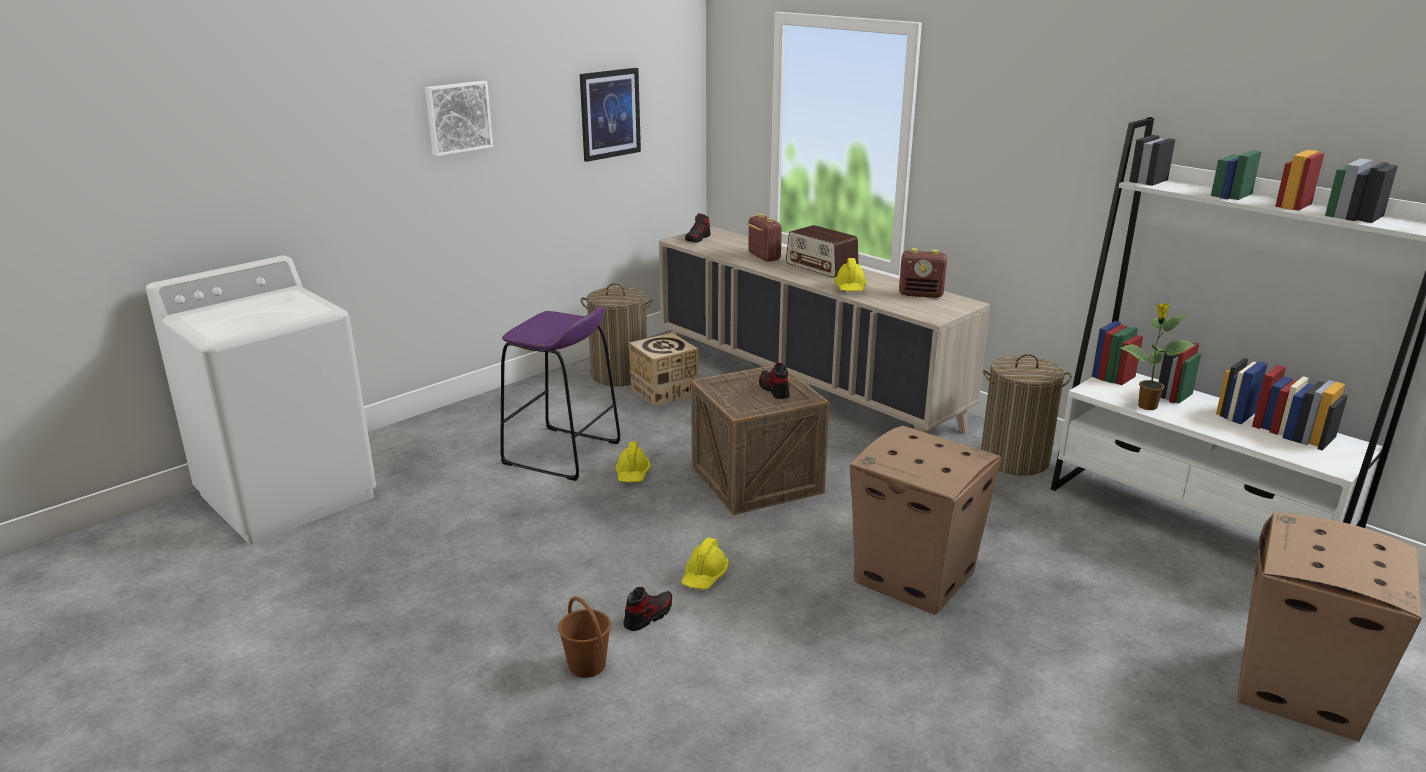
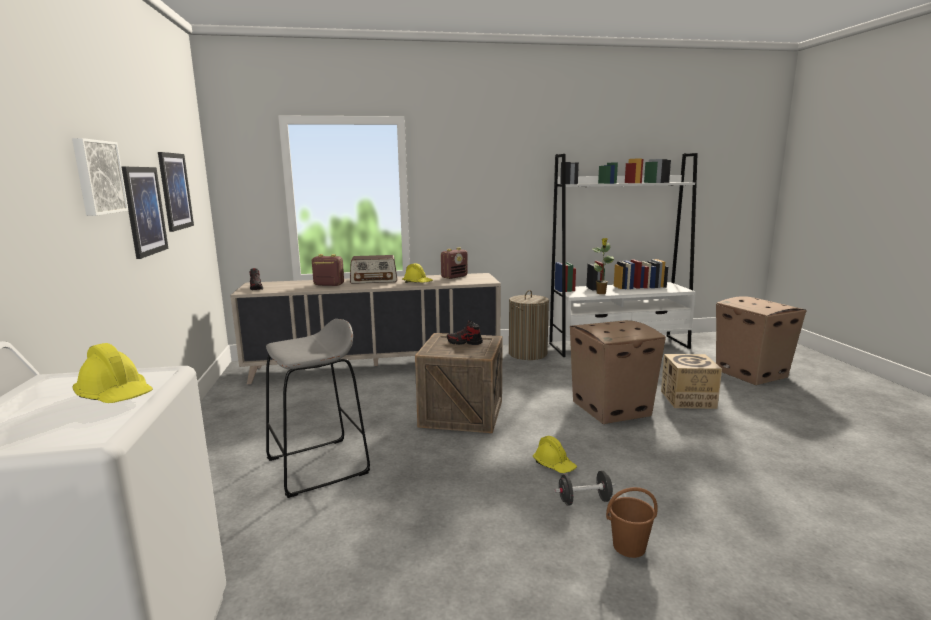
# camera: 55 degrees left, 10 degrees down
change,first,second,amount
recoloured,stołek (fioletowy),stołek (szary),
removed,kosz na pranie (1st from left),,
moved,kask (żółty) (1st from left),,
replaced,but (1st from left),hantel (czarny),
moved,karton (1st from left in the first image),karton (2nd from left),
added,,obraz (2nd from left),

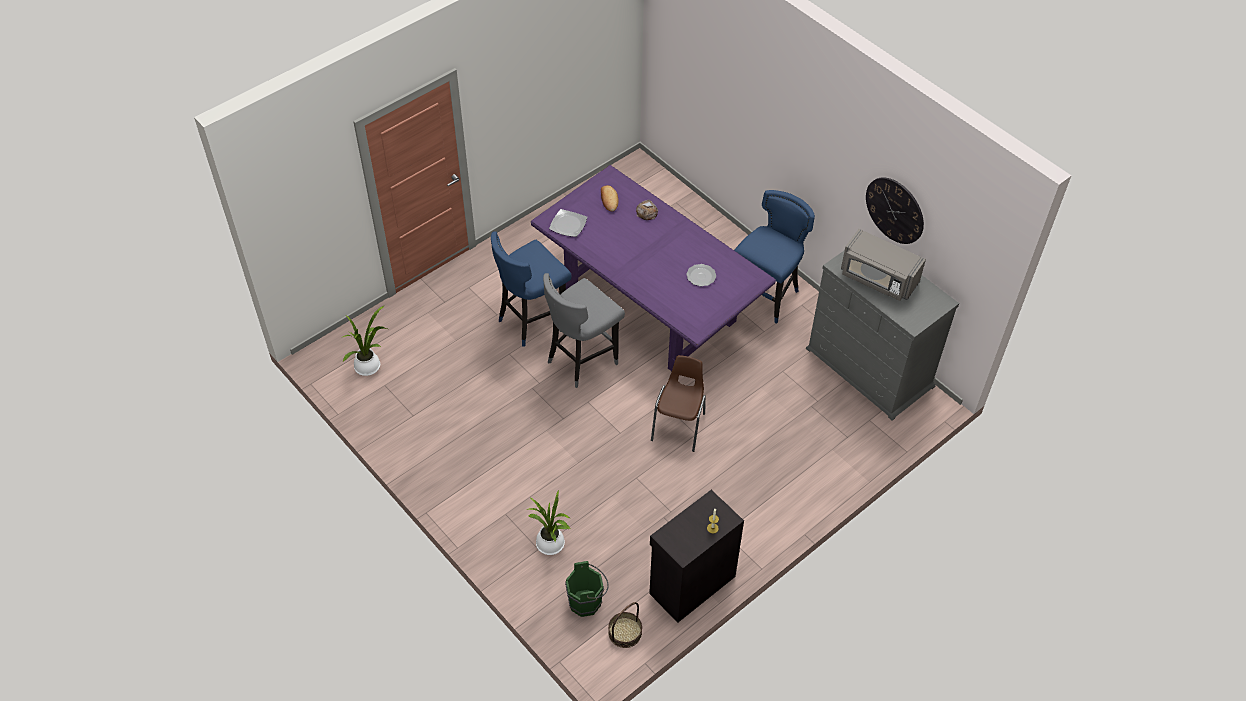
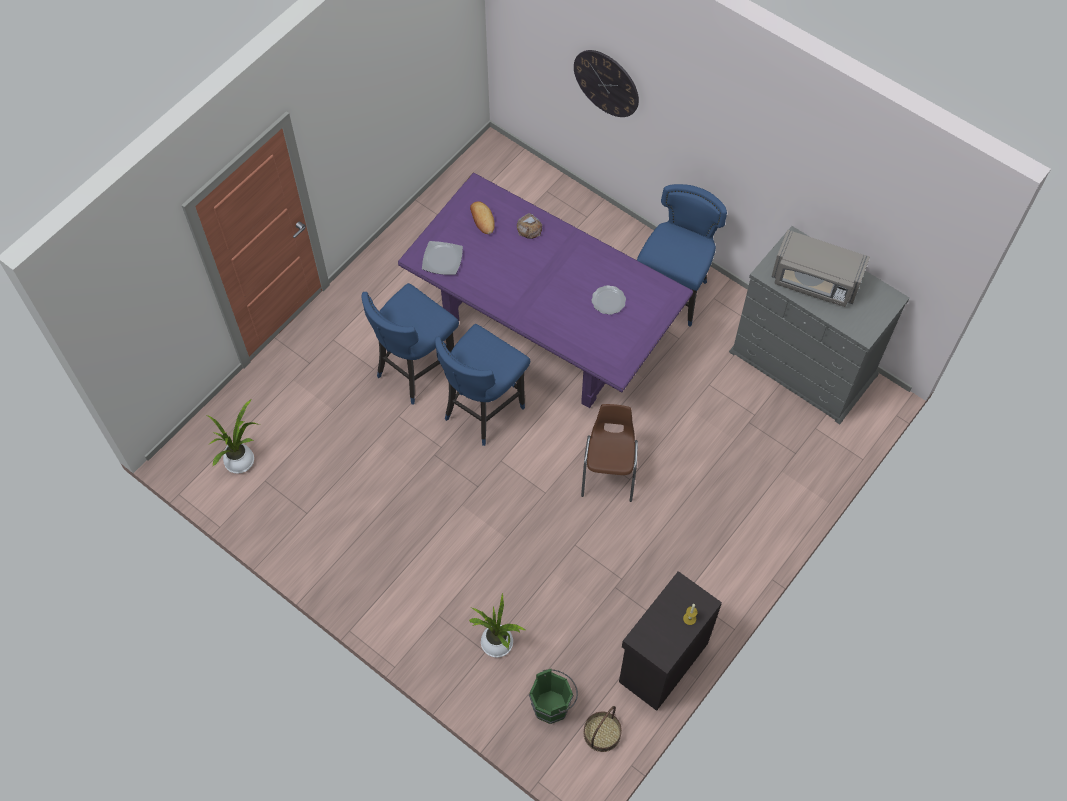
# camera: 10 degrees left, 10 degrees up
change,first,second,amount
recoloured,stołek (szary),stołek (niebieski) (2nd from left),
moved,zegar ścienny,,

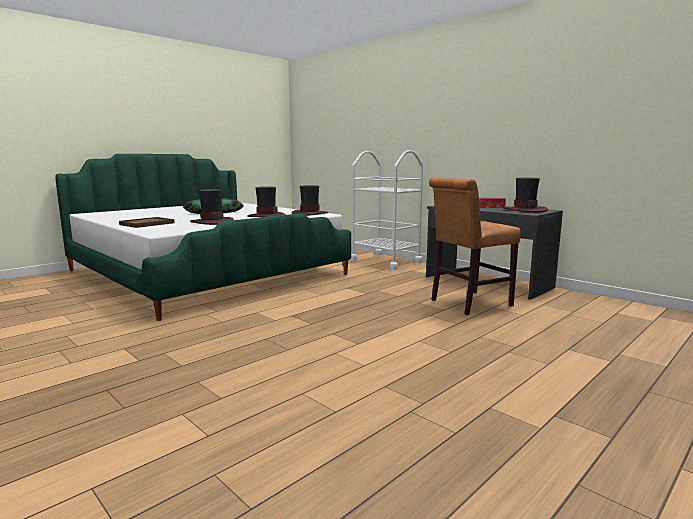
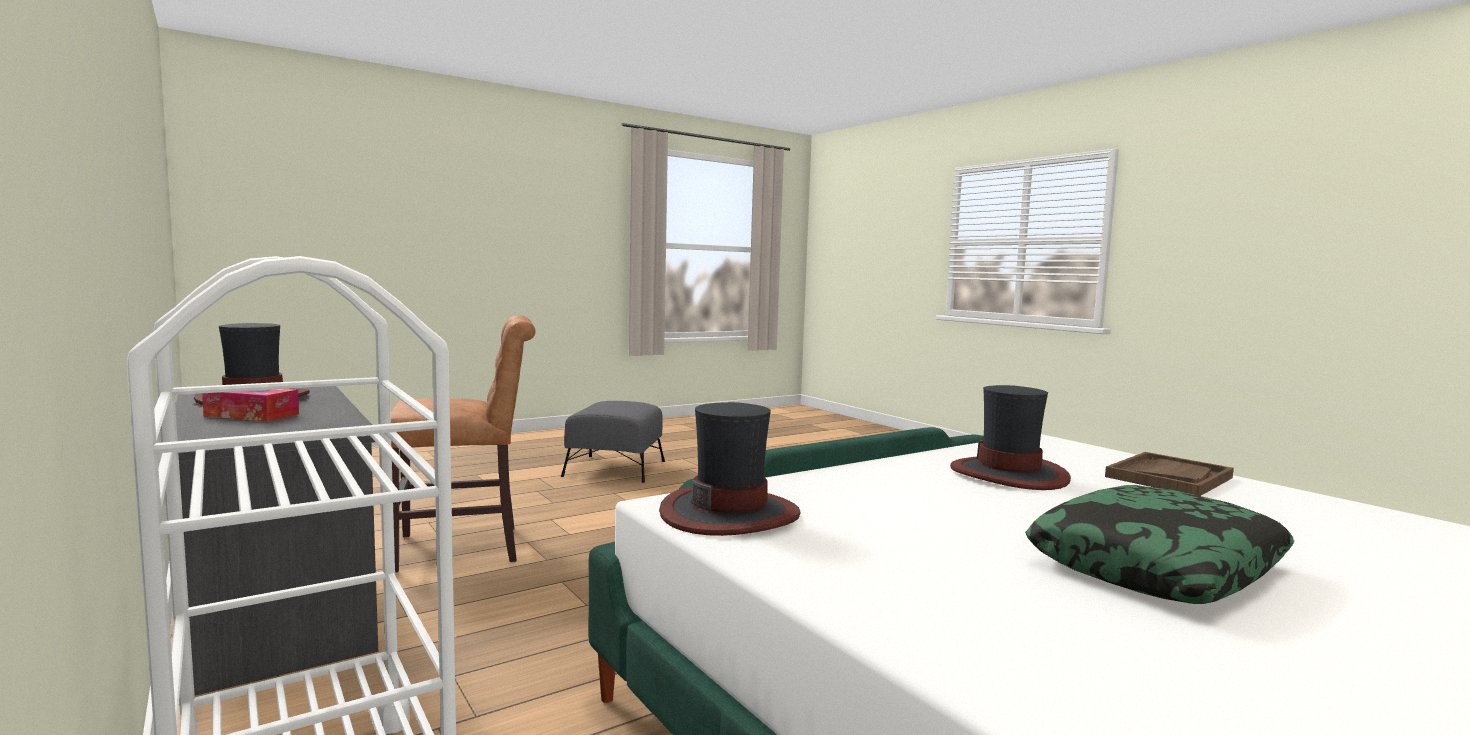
# camera: 170 degrees left, 5 degrees down
change,first,second,amount
removed,kapelusz (2nd from left),,
added,,pufa (szary),

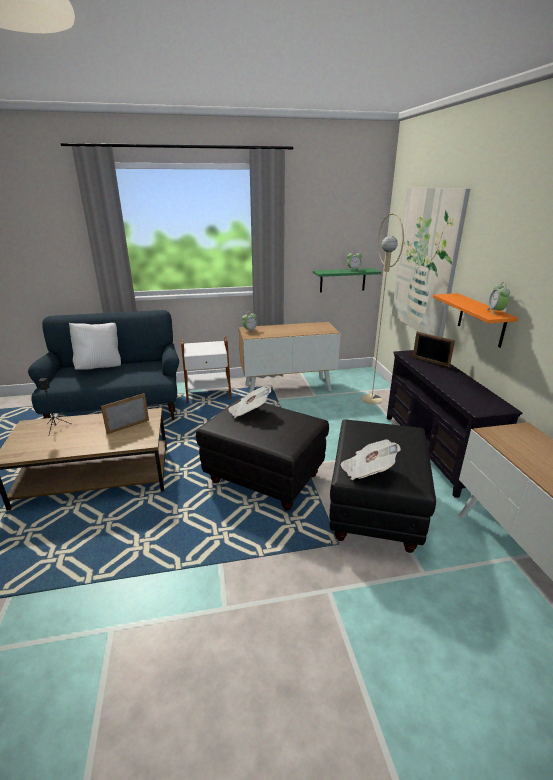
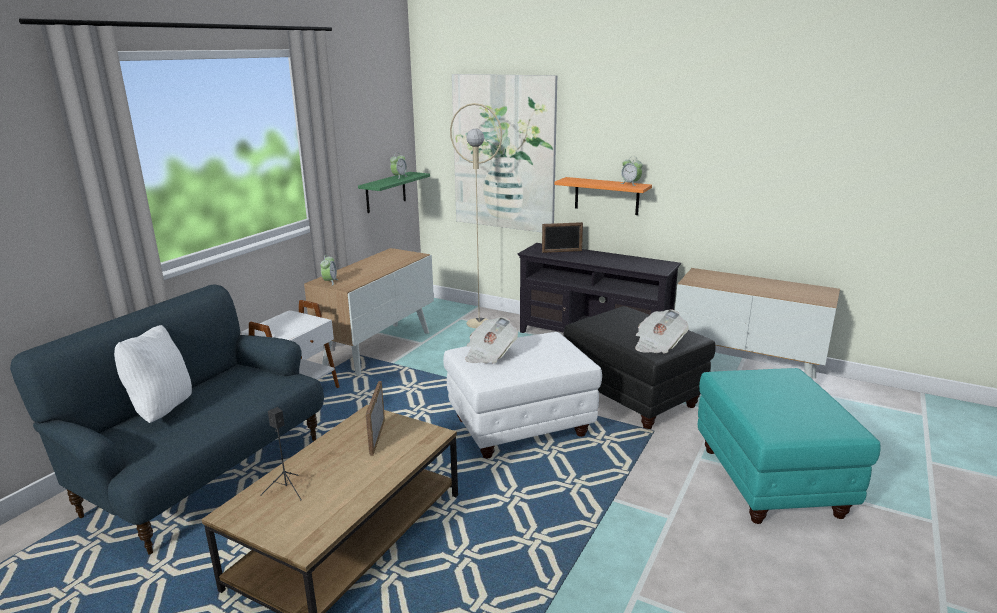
# camera: 50 degrees left, 5 degrees down
change,first,second,amount
recoloured,pufa (czarny) (1st from left),pufa (biały),
added,,pufa (turkusowy),

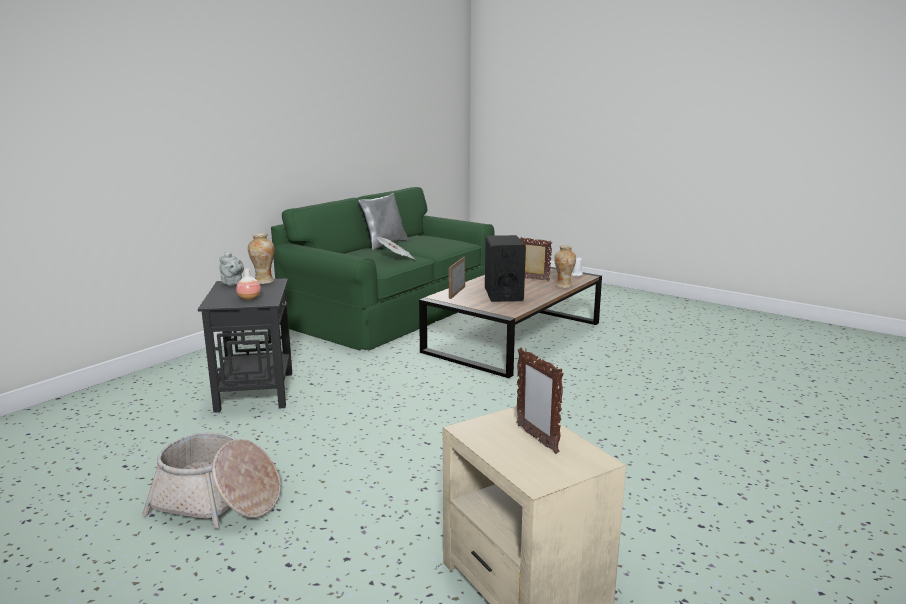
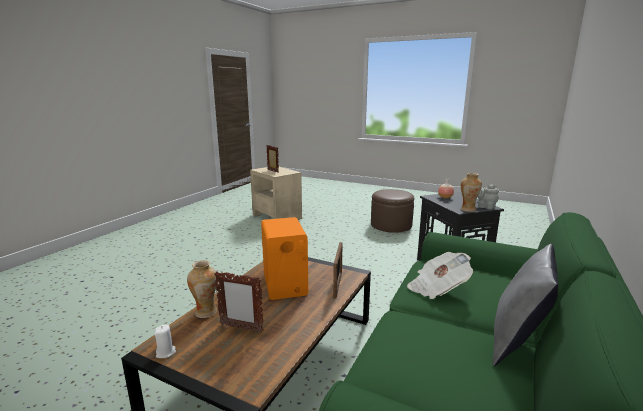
# camera: 170 degrees right, 0 degrees up
change,first,second,amount
replaced,koszyk,pufa (brązowy),
recoloured,głośnik (czarny),głośnik (pomarańczowy),

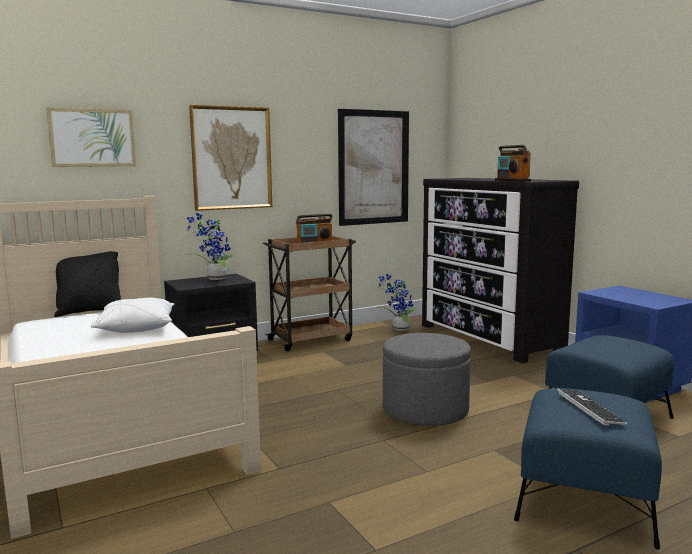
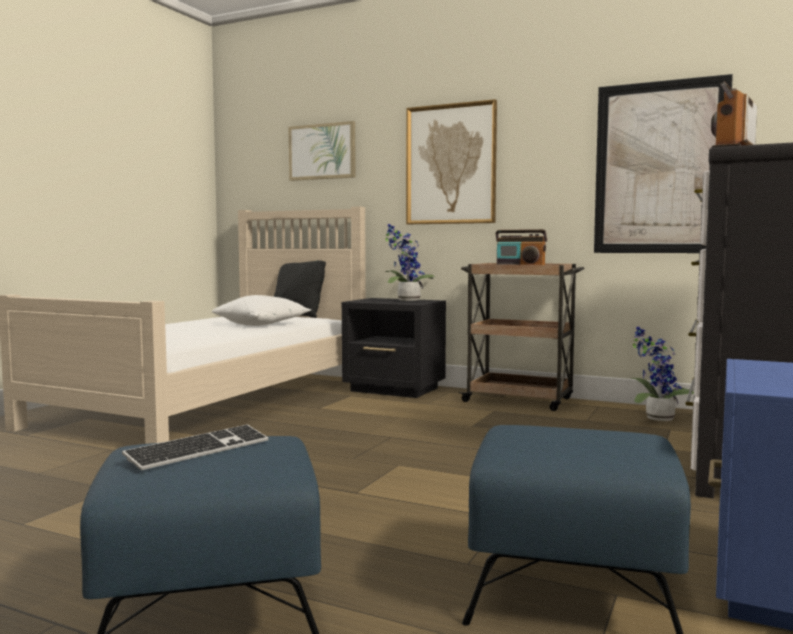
# camera: 55 degrees right, 5 degrees down
change,first,second,amount
removed,pufa (szary),,

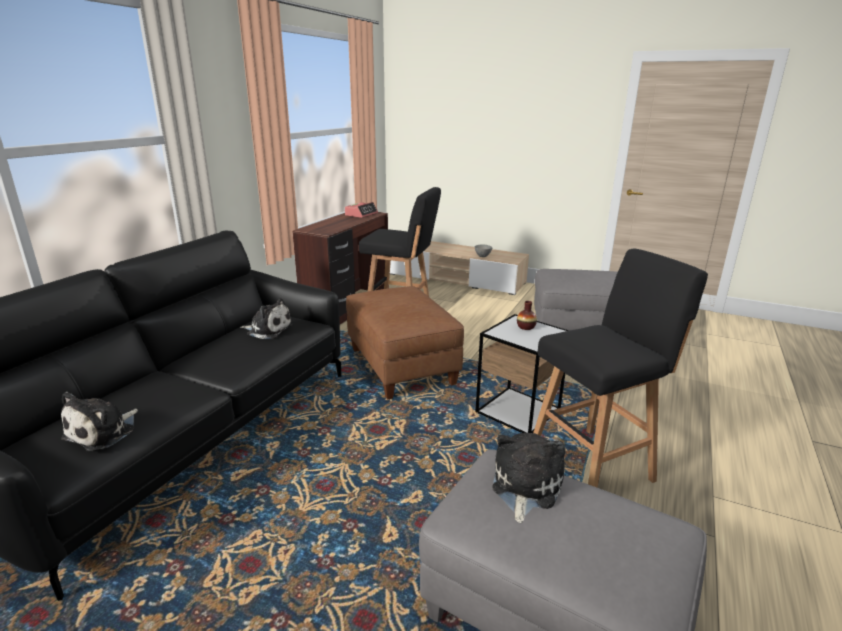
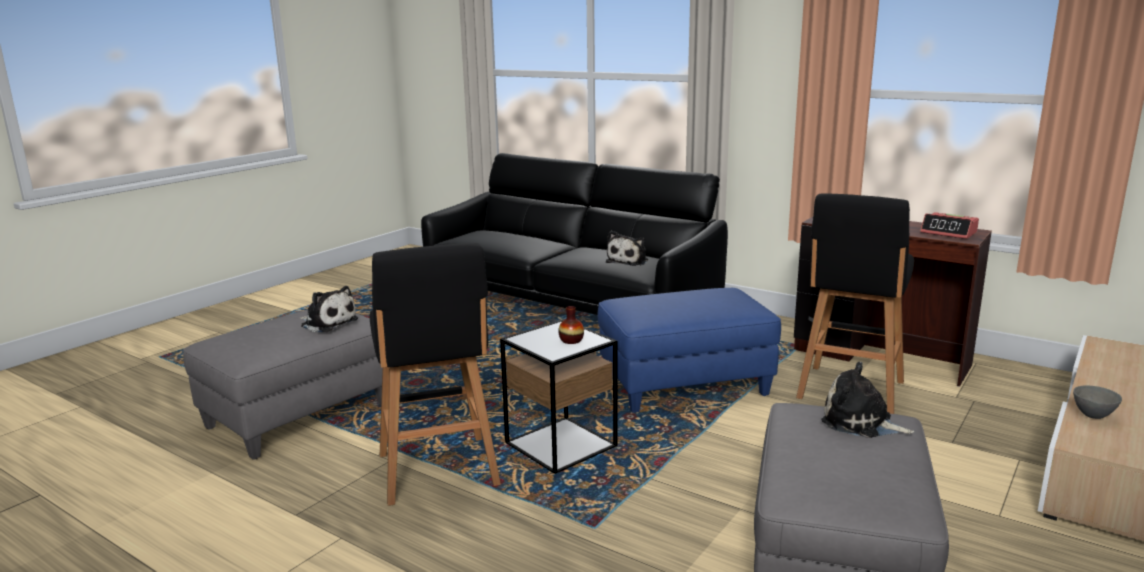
# camera: 100 degrees right, 5 degrees down
change,first,second,amount
moved,pluszak (1st from left in the first image),pluszak (3rd from left),
recoloured,pufa (brązowy),pufa (niebieski),

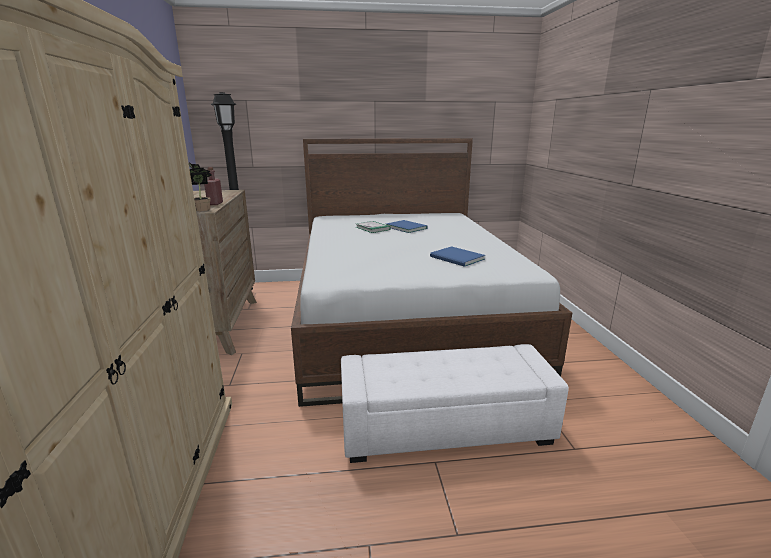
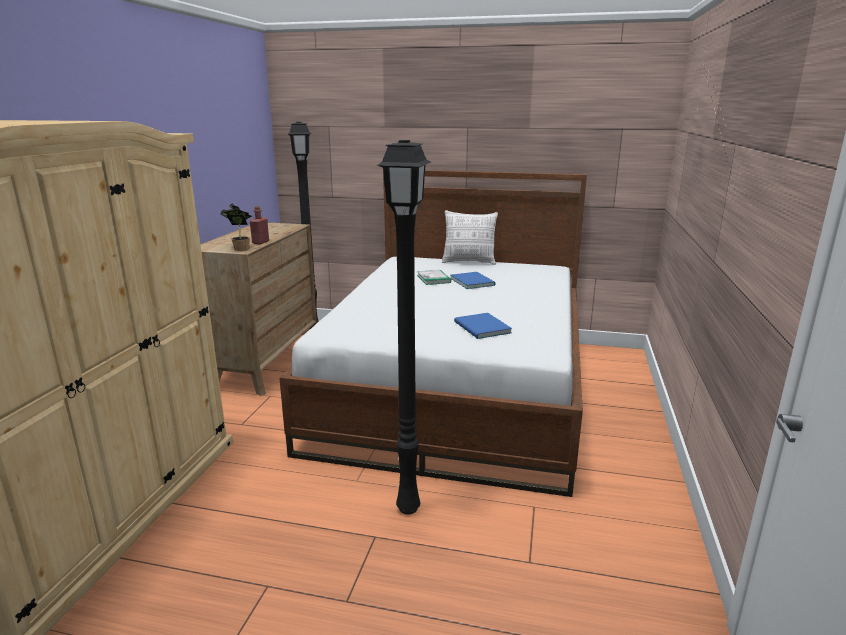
# camera: 20 degrees right, 0 degrees up
change,first,second,amount
replaced,pufa (biały),lampa stojąca (czarny) (2nd from left),
added,,poduszka,

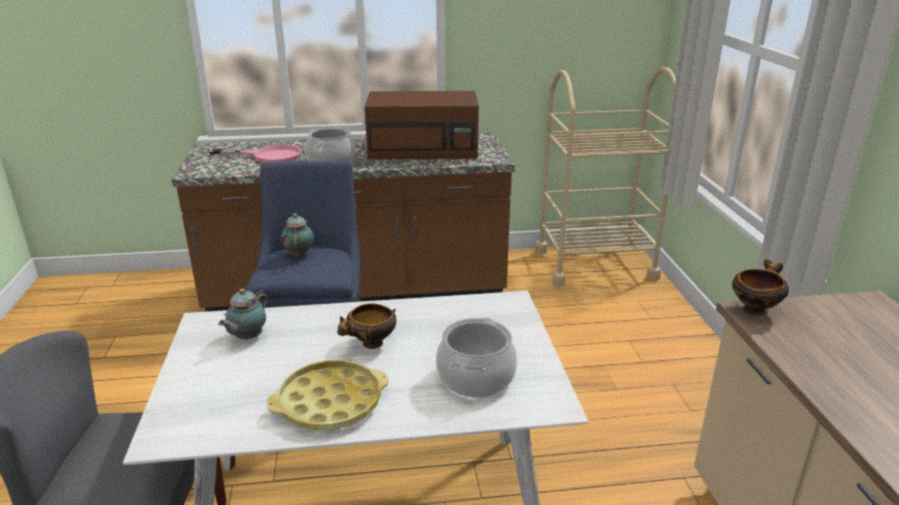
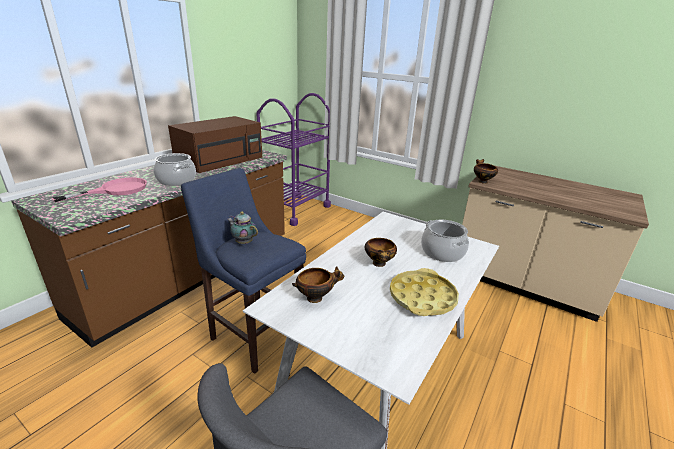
# camera: 50 degrees left, 0 degrees up
change,first,second,amount
replaced,imbryk (1st from left),miska (1st from left),
recoloured,wózek (beżowy),wózek (fioletowy),

